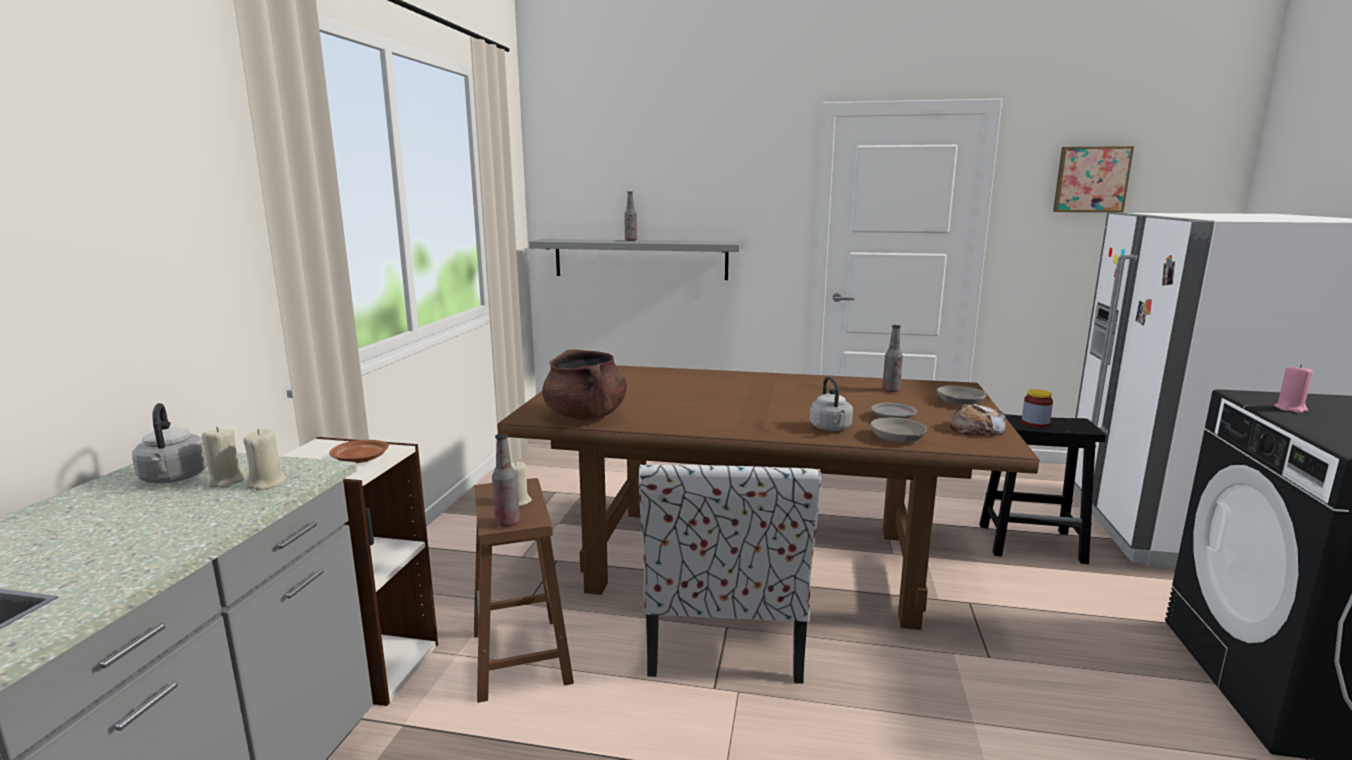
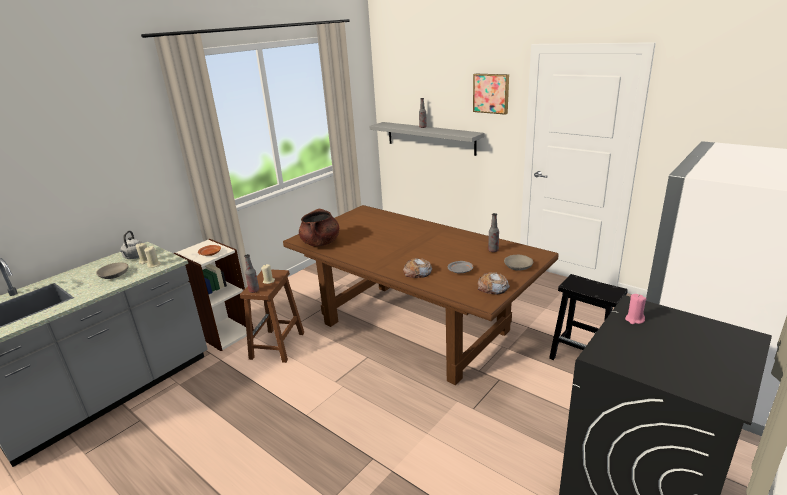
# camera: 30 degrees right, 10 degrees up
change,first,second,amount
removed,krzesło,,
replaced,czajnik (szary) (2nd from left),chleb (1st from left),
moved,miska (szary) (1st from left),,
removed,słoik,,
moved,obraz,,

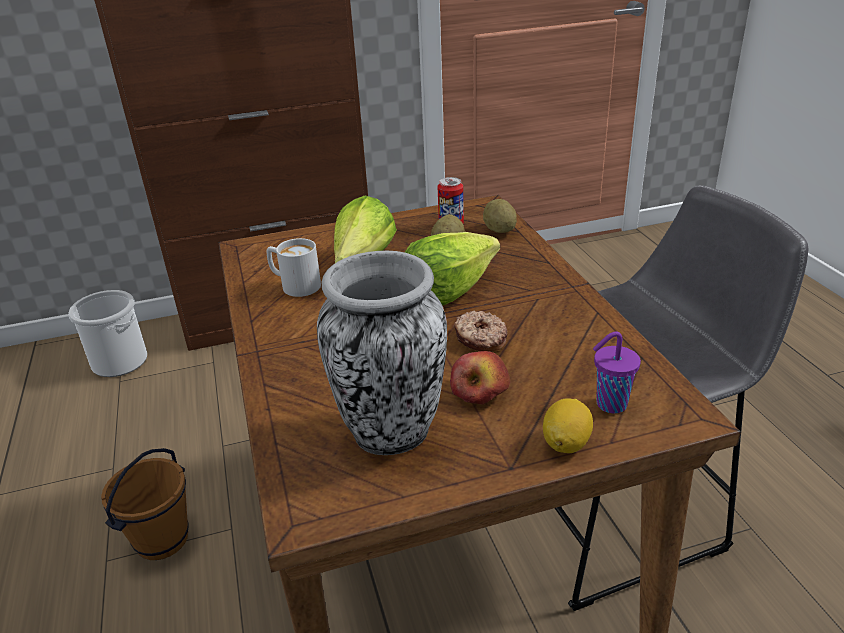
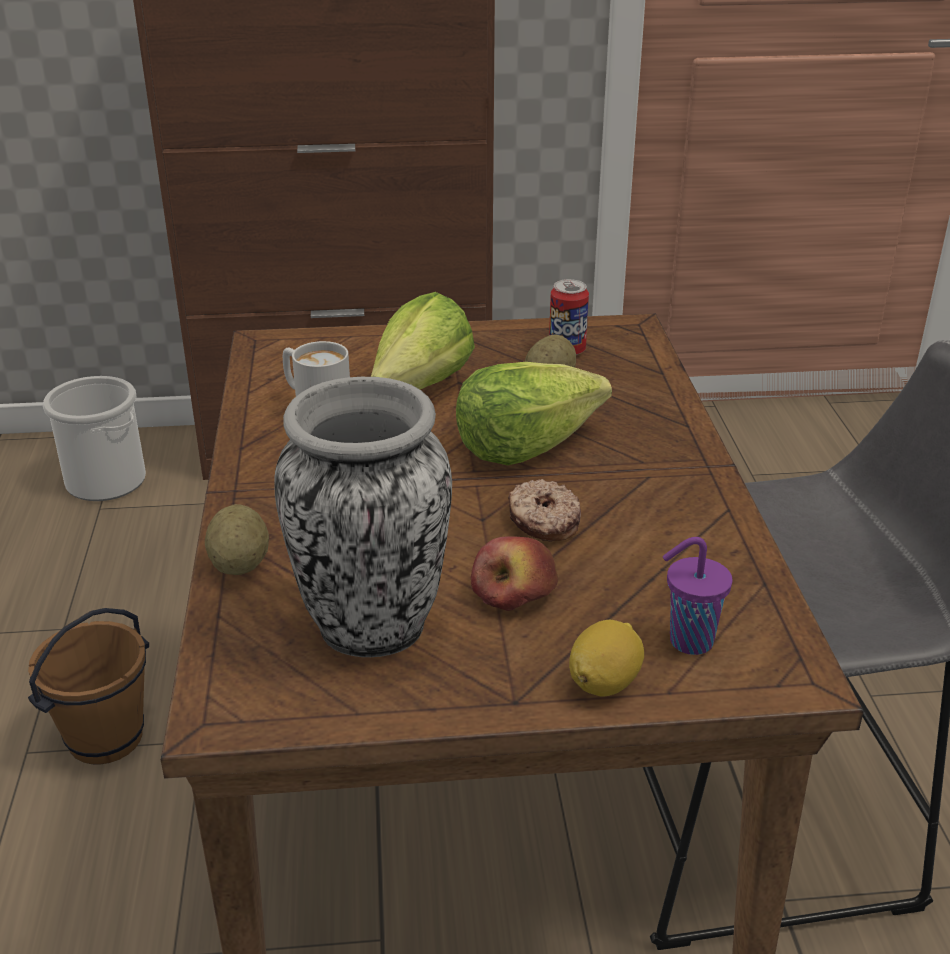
# camera: 10 degrees right, 0 degrees up
change,first,second,amount
moved,ziemniak (2nd from left in the first image),ziemniak (1st from left),

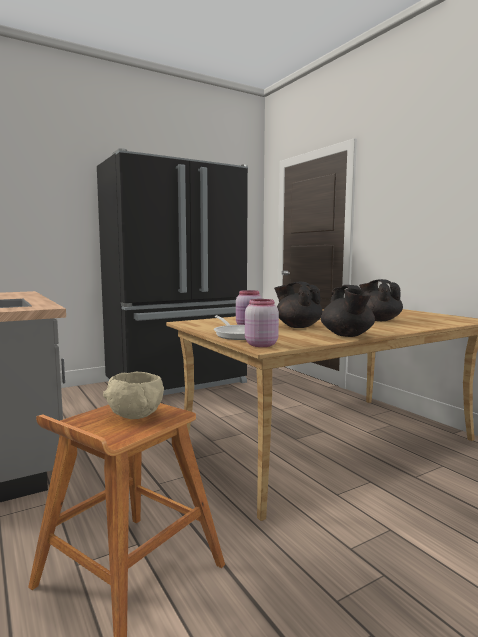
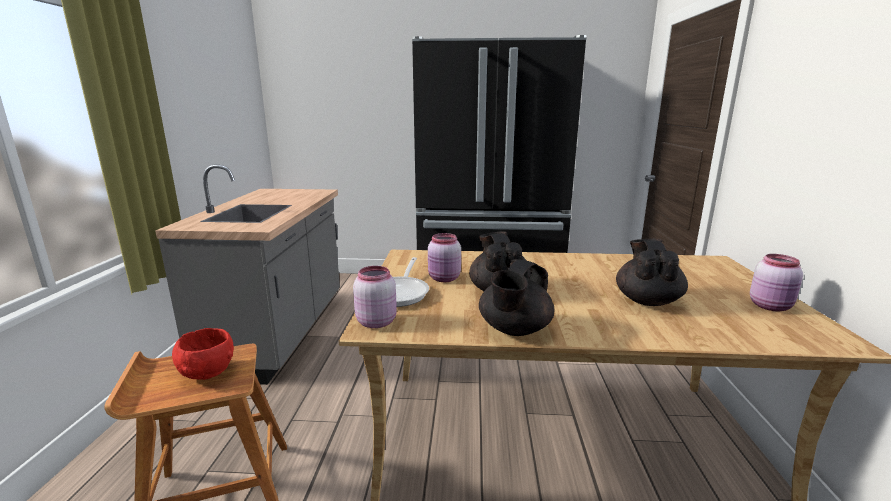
# camera: 35 degrees right, 10 degrees up
change,first,second,amount
recoloured,miska (beżowy),miska (czerwony),
added,,słoik (różowy) (3rd from left),

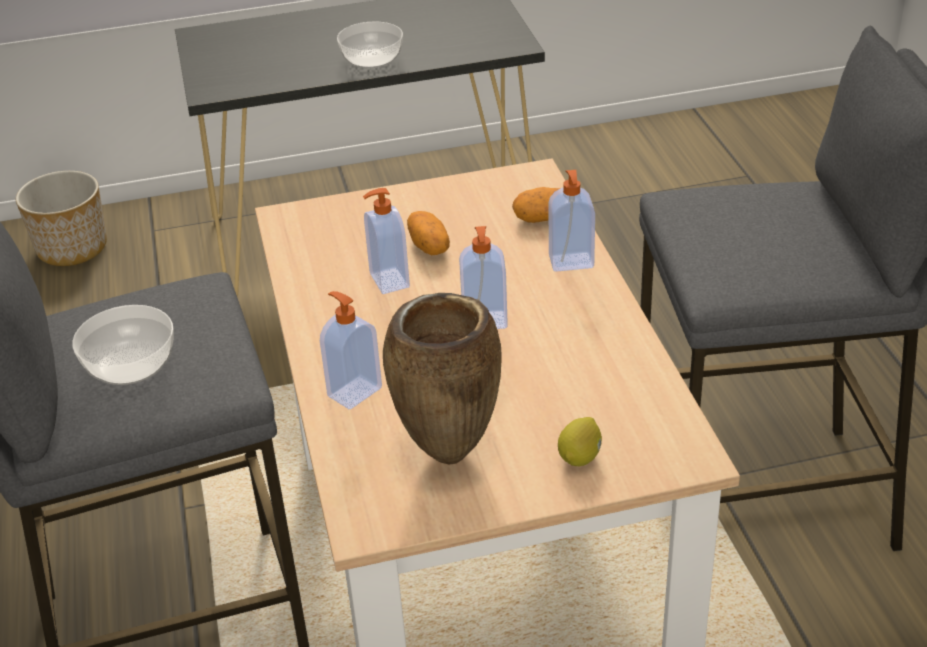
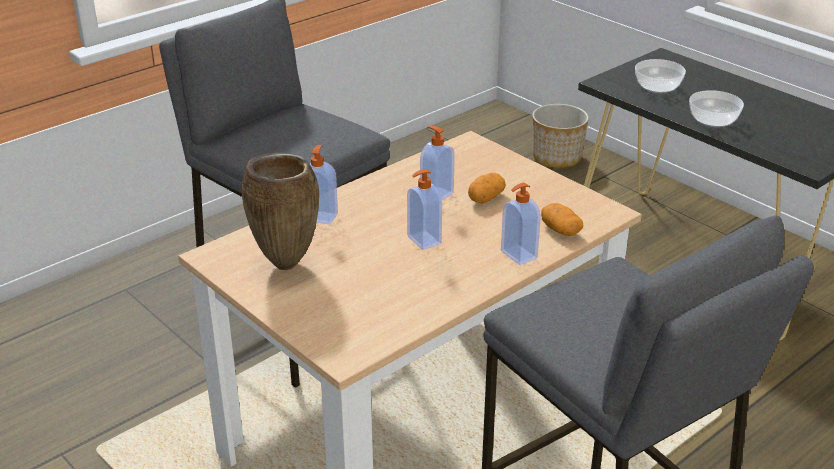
# camera: 60 degrees right, 5 degrees down
change,first,second,amount
moved,miska (1st from left),,
removed,cytryna,,

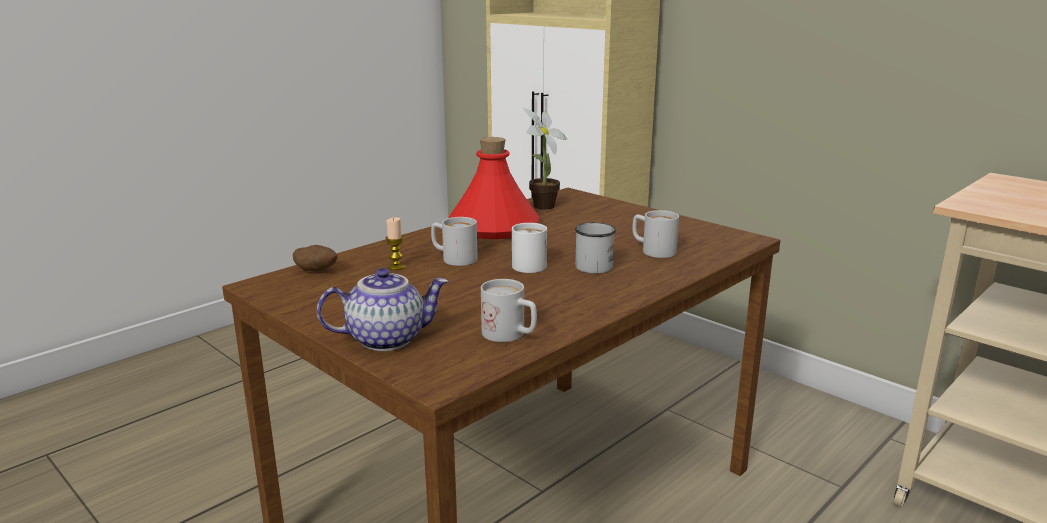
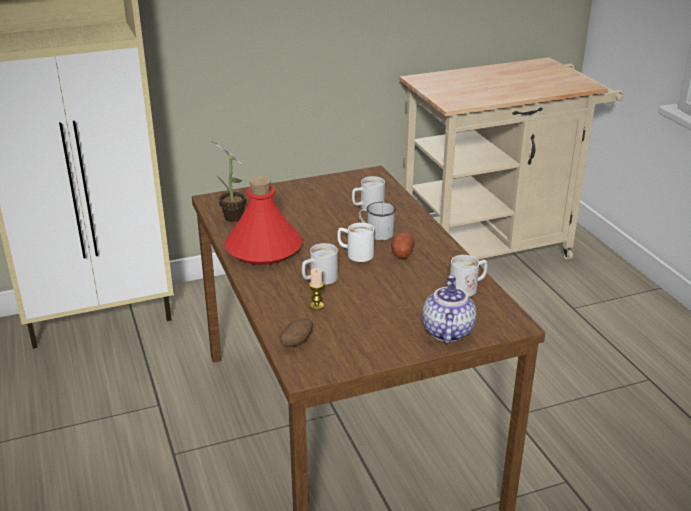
# camera: 65 degrees left, 10 degrees up
change,first,second,amount
added,,ziemniak (2nd from left),

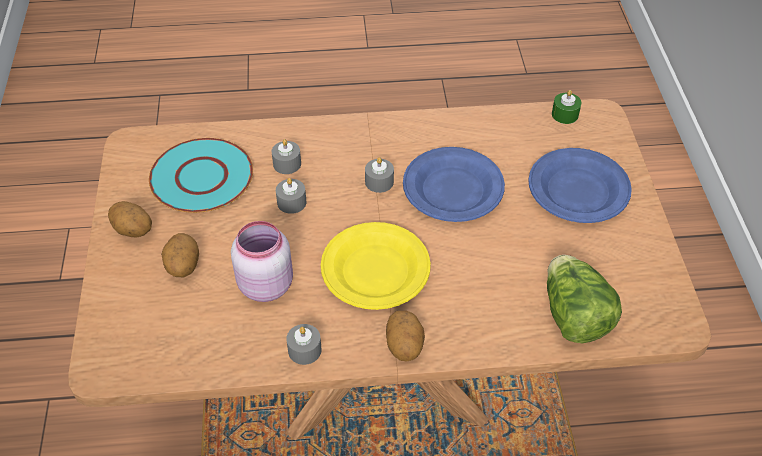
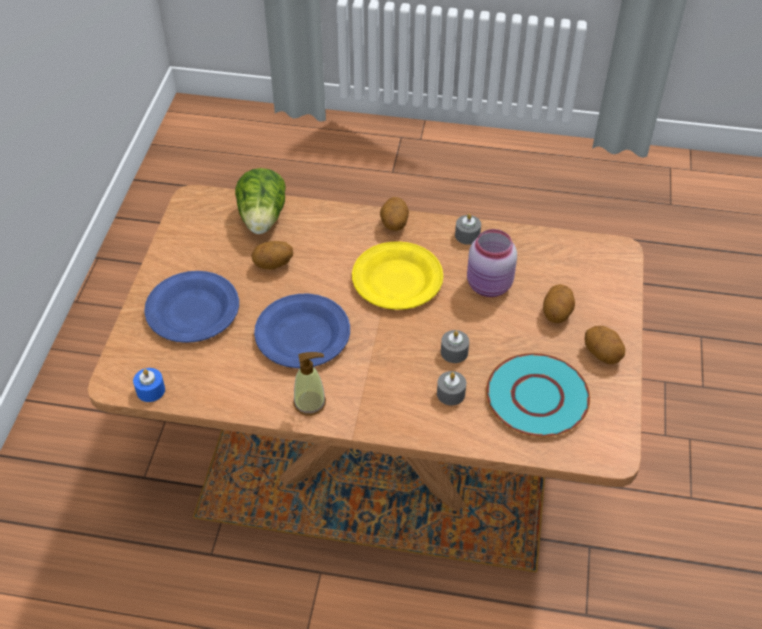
# camera: 165 degrees left, 0 degrees up
change,first,second,amount
removed,świeca (szary) (4th from left),,
recoloured,świeca (zielony),świeca (niebieski),
added,,ziemniak (1st from left),
added,,dozownik mydła,

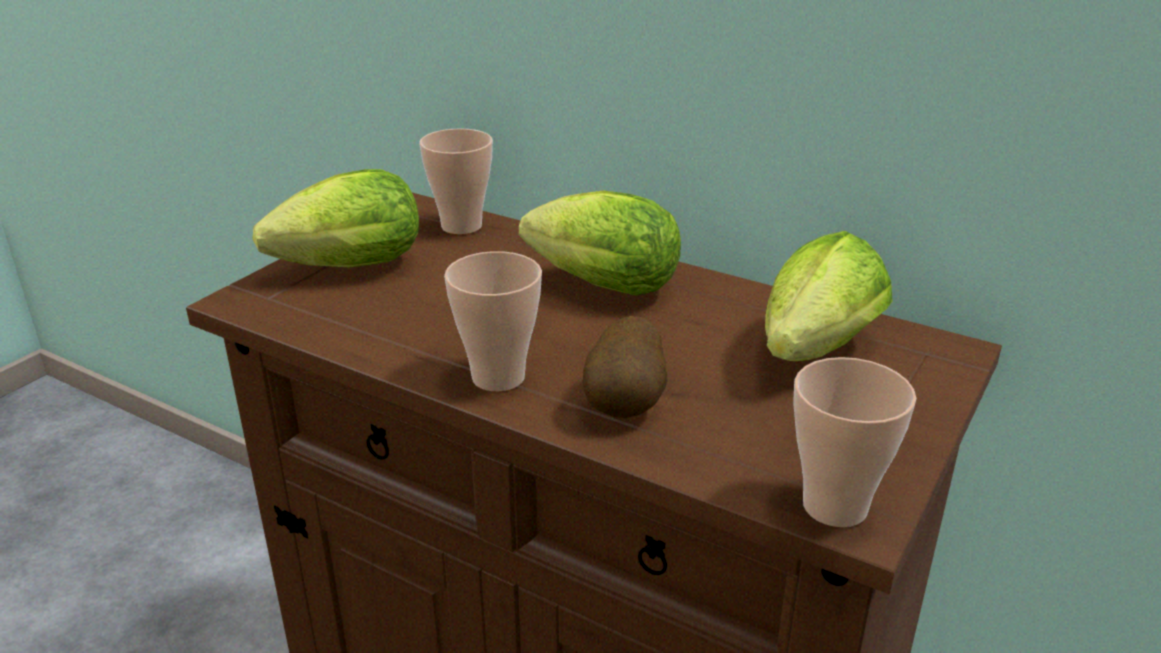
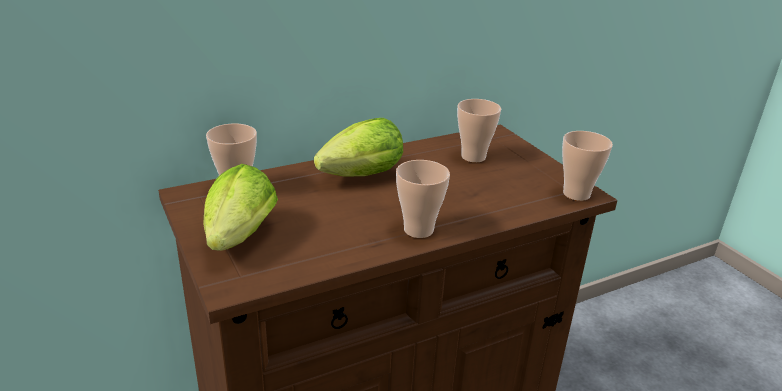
# camera: 60 degrees left, 0 degrees up
change,first,second,amount
removed,ziemniak,,
replaced,sałata (3rd from left),filiżanka (3rd from left),

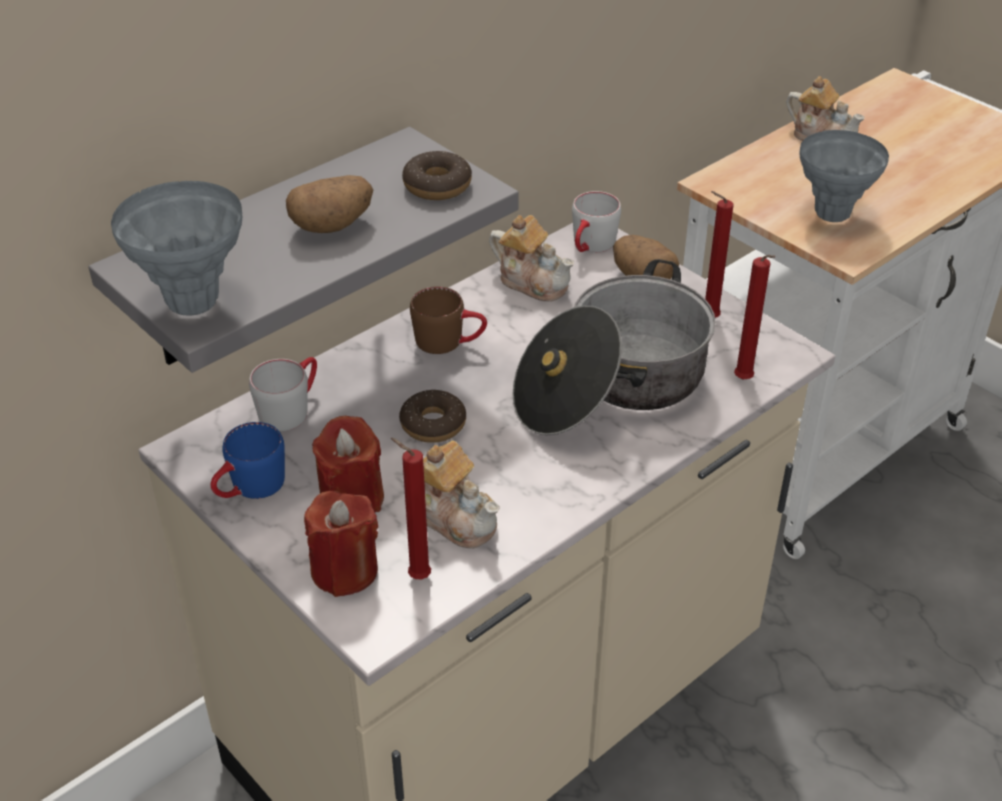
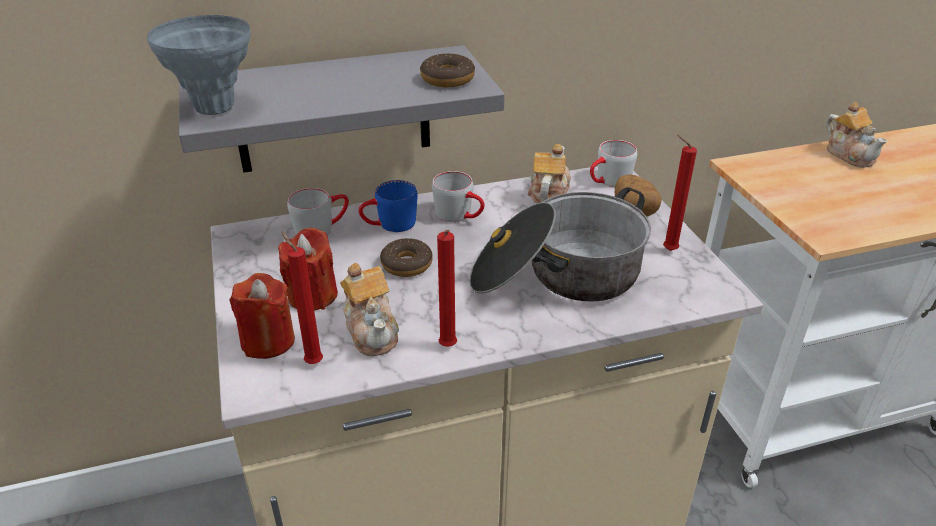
# camera: 25 degrees right, 5 degrees down
change,first,second,amount
moved,kubek (niebieski),,
removed,ziemniak (1st from left),,
recoloured,kubek (brązowy),kubek (szary) (2nd from left),
turned,imbryk (2nd from left),,135 degrees counterclockwise
moved,świeca (czerwony) (5th from left in the first image),świeca (czerwony) (4th from left),
removed,wazon (szary) (2nd from left),,

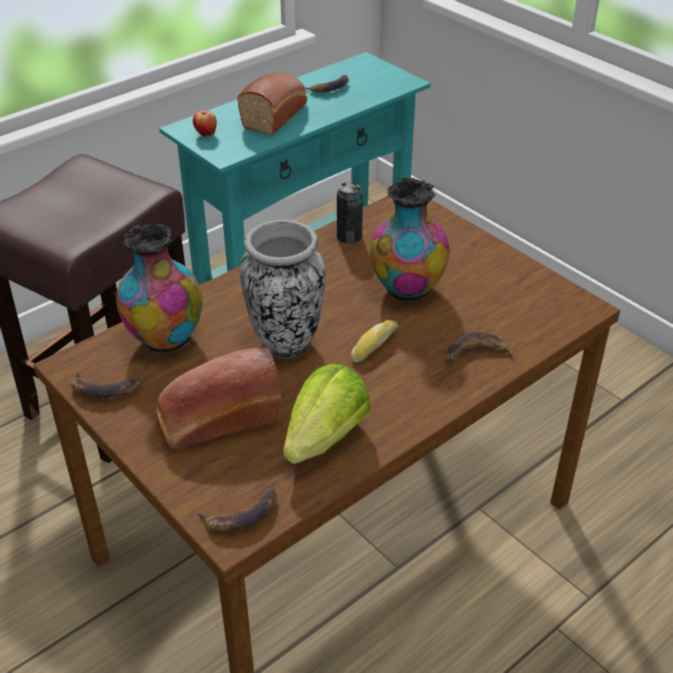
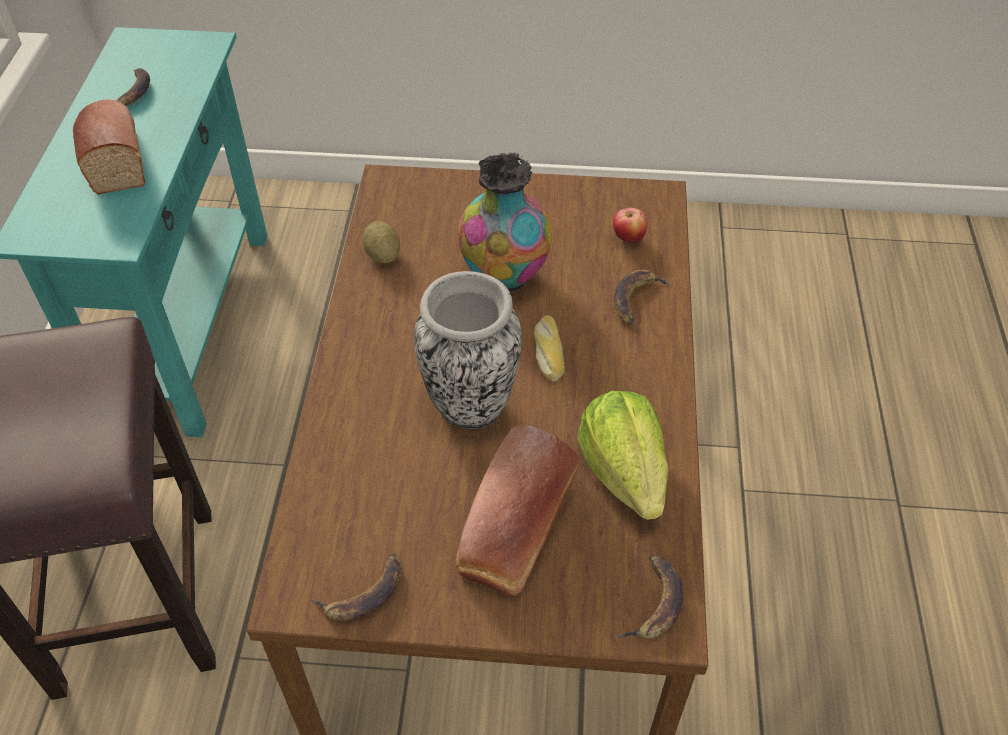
# camera: 45 degrees left, 10 degrees up
change,first,second,amount
removed,wazon (1st from left),,
moved,jabłko,,
replaced,puszka,ziemniak,

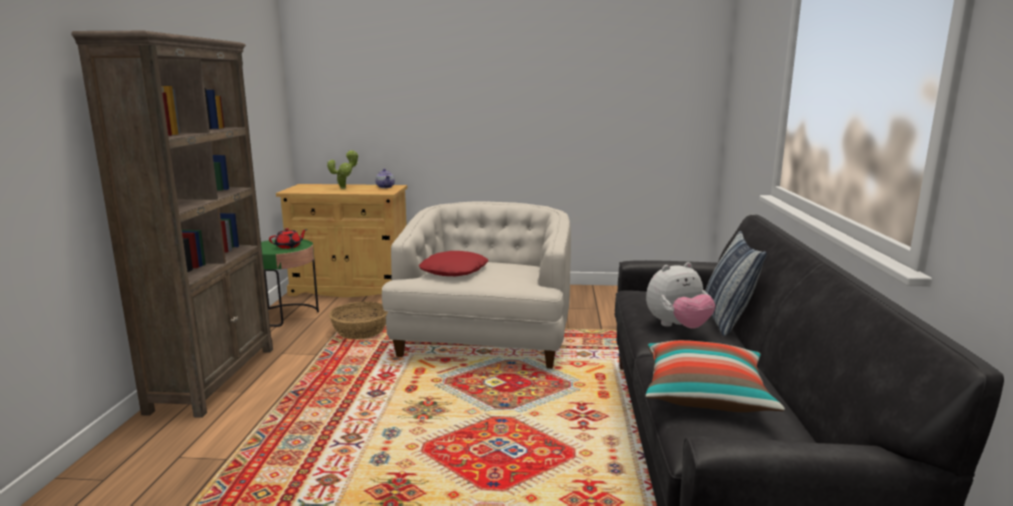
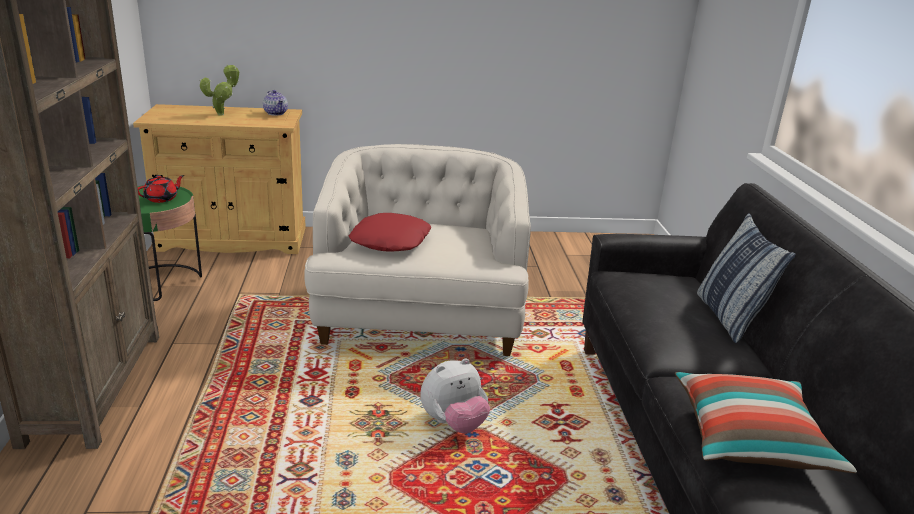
# camera: 10 degrees left, 10 degrees up
change,first,second,amount
removed,koszyk,,
moved,pluszak,,

